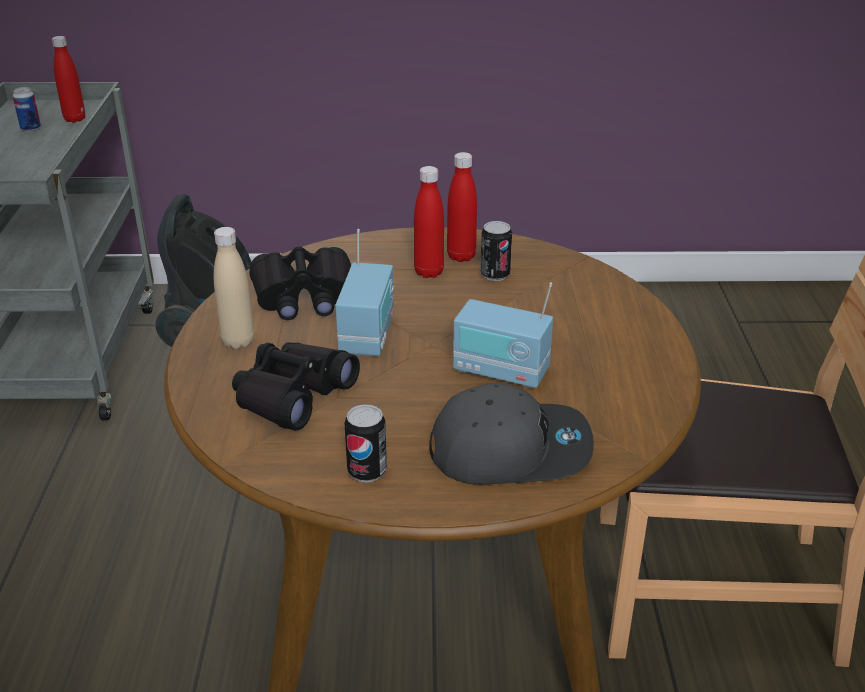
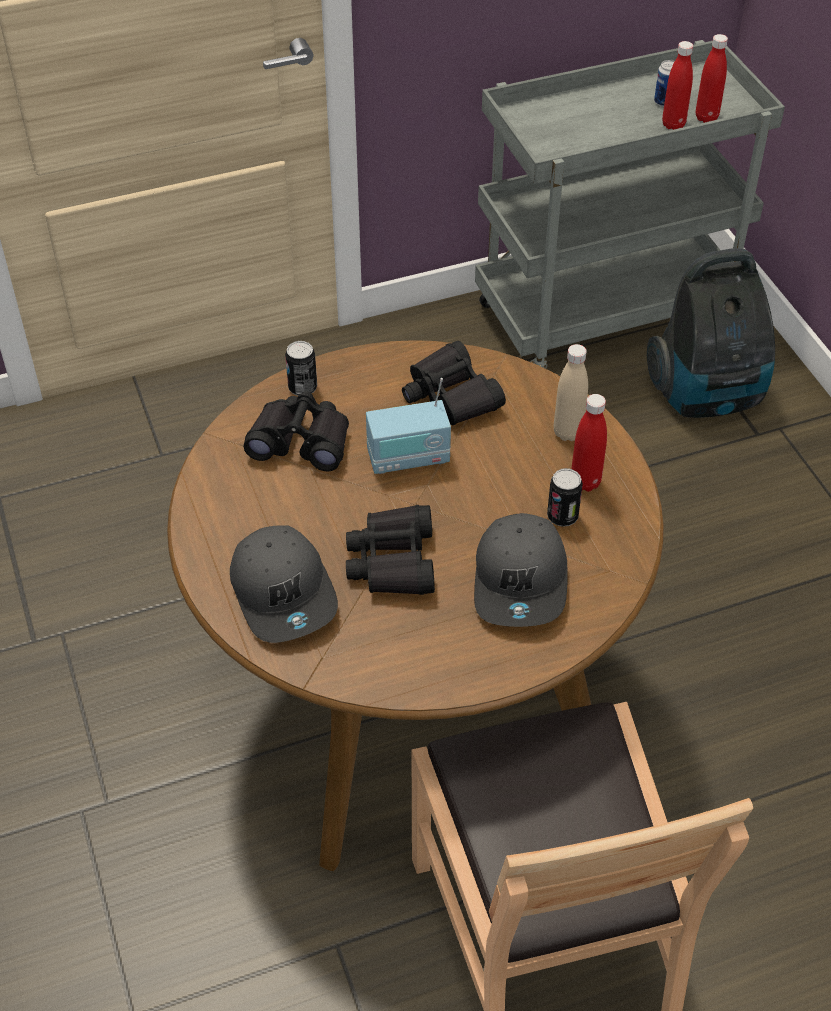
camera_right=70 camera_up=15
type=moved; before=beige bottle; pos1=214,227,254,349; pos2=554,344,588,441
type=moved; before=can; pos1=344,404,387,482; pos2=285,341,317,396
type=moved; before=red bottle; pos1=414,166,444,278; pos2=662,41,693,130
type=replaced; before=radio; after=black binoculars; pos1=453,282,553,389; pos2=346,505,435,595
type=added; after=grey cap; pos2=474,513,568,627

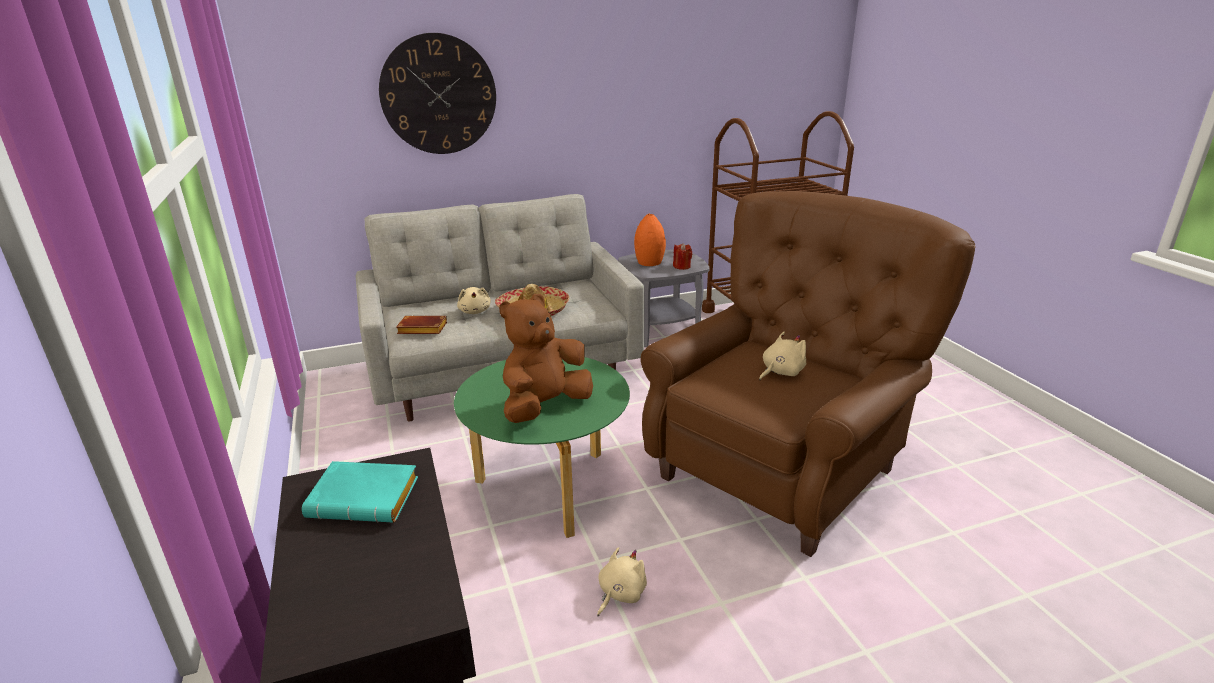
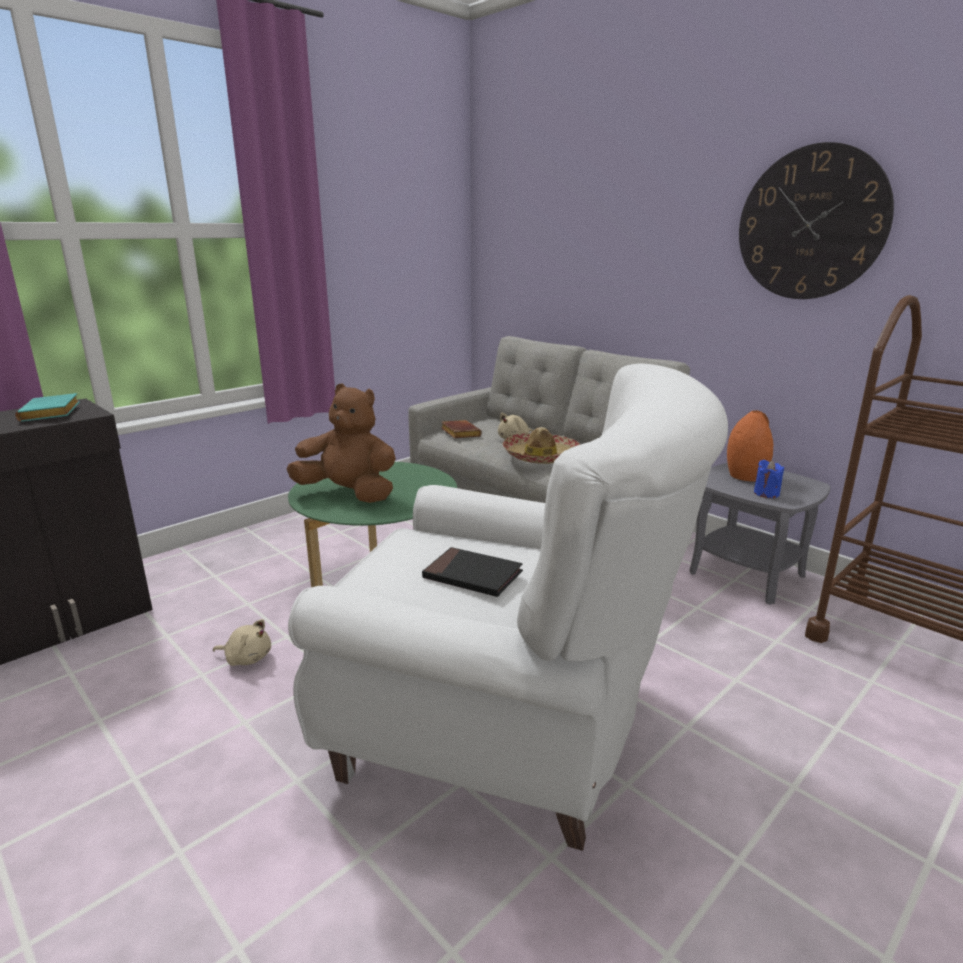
camera_right=65 camera_up=-5
type=moved; before=wall clock; pos1=379,33,496,154; pos2=739,142,894,299
type=recoloured; before=brown armchair; after=white armchair; pos1=641,191,976,557; pos2=288,364,728,851
type=recoloured; before=red candle; after=blue candle; pos1=673,243,692,270; pos2=754,460,784,498
type=replaced; before=beige plush toy; after=black book; pos1=759,332,806,380; pos2=422,547,523,597

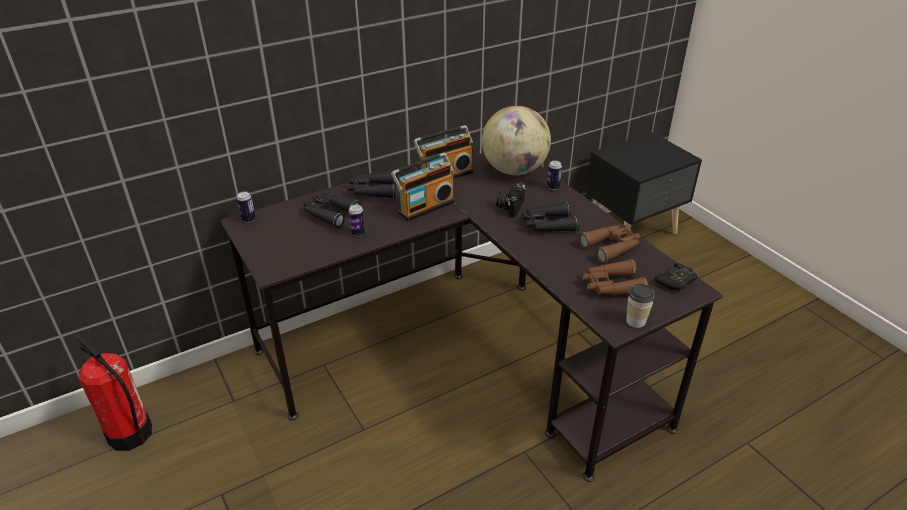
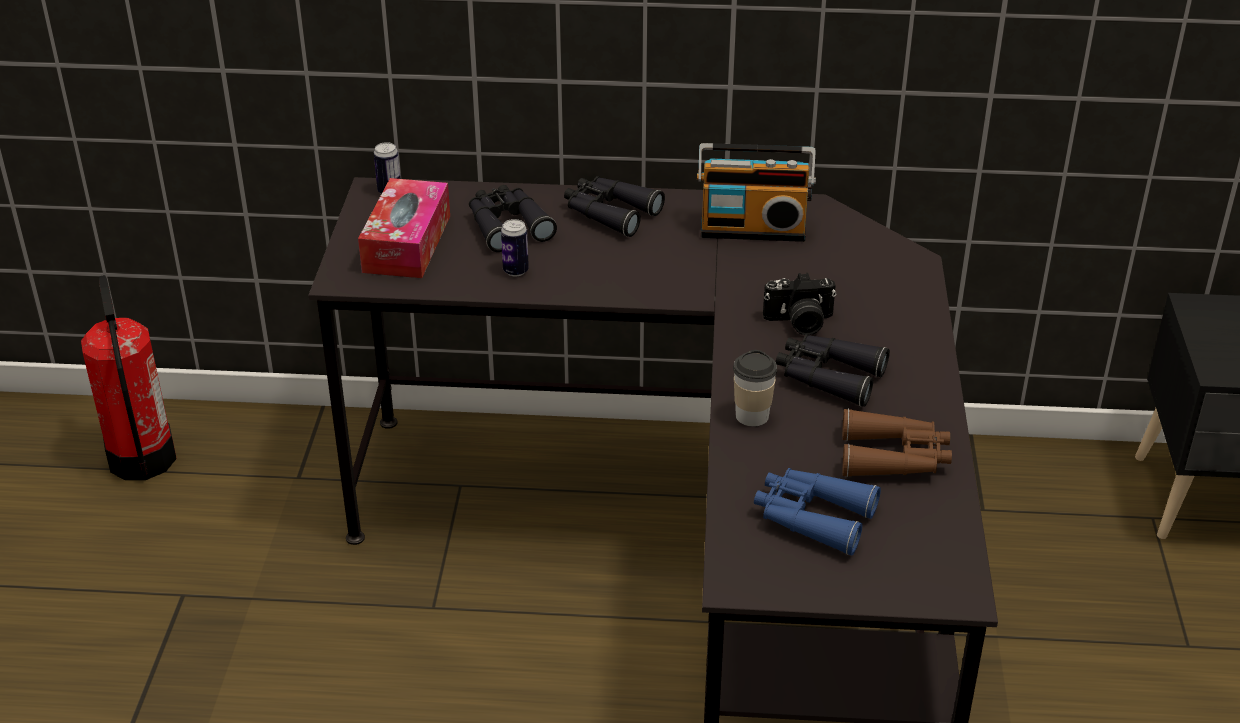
camera_right=35 camera_up=0
type=removed; before=radio; pos1=391,153,455,221
type=removed; before=globe; pos1=482,106,551,175
type=turned; before=photo camera; pos1=496,182,525,218; pos2=763,273,837,335; turn=-150
type=removed; before=can; pos1=547,161,562,190
type=recoloured; before=brown binoculars; after=blue binoculars; pos1=582,259,648,295; pos2=754,468,881,555
type=moved; before=cup; pos1=626,283,655,328; pos2=733,350,777,427
type=removed; before=black game controller; pos1=654,263,698,290
type=added; after=tissue box; pos2=358,178,450,278

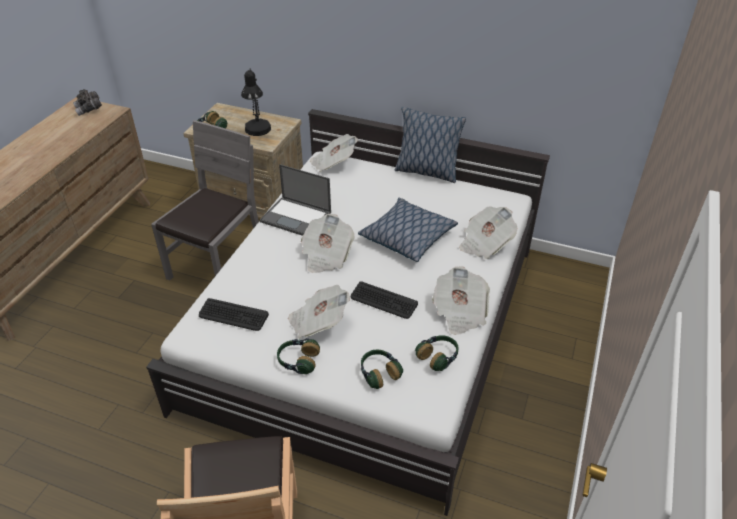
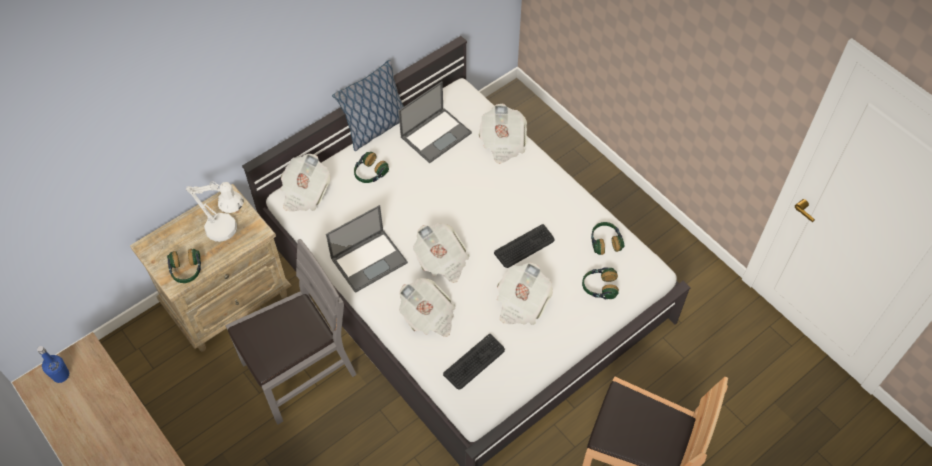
camera_right=-60 camera_up=15
type=replaced; before=grey binoculars; after=blue bottle; pos1=73,89,102,116; pos2=37,346,69,383
type=turned; before=grey chair; pos1=151,120,259,280; pos2=225,239,357,425; turn=90
type=recoloured; before=black table lamp; after=white table lamp; pos1=241,68,271,136; pos2=186,181,244,242
type=moved; before=headphones; pos1=277,338,320,374; pos2=354,152,389,183
type=removed; before=pillow; pos1=358,198,458,262
type=moved; before=newspaper; pos1=432,266,490,335; pos2=399,278,455,337
type=added; after=laptop; pos2=398,81,472,163

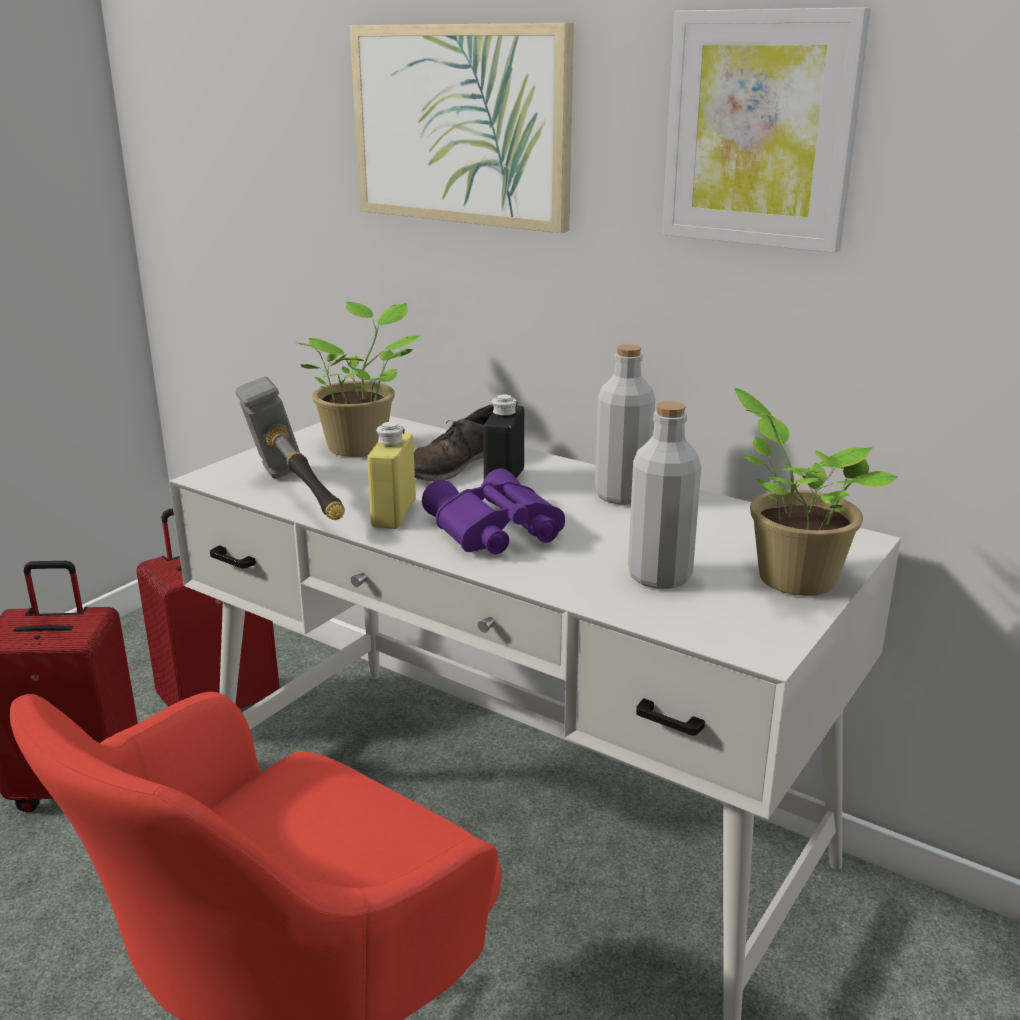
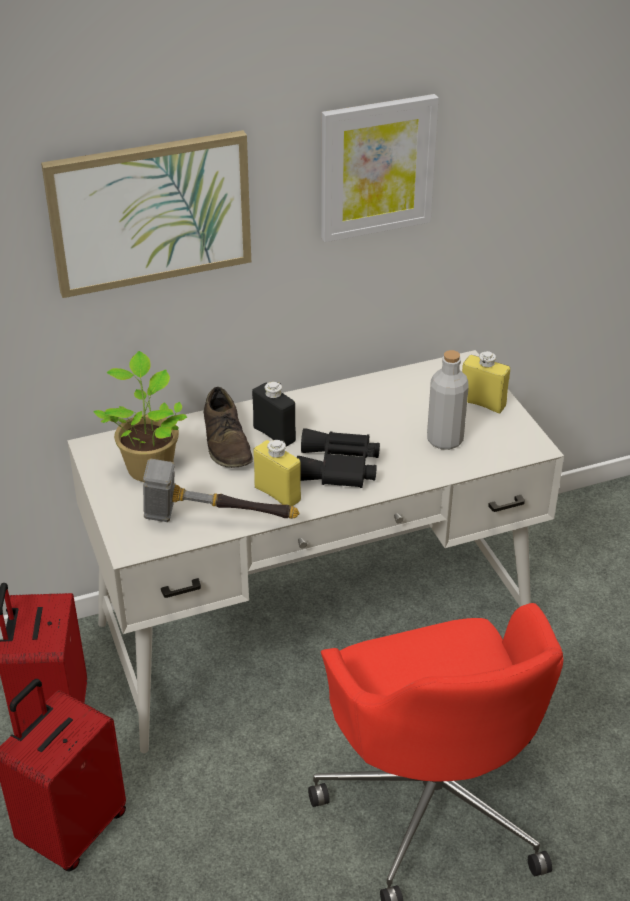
camera_right=-55 camera_up=15
type=recoloured; before=purple binoculars; after=black binoculars; pos1=422,469,565,554; pos2=297,428,380,488
type=removed; before=grey bottle; pos1=595,344,655,505
type=replaced; before=potted plant; after=yellow bottle; pos1=734,388,898,596; pos2=462,351,510,413

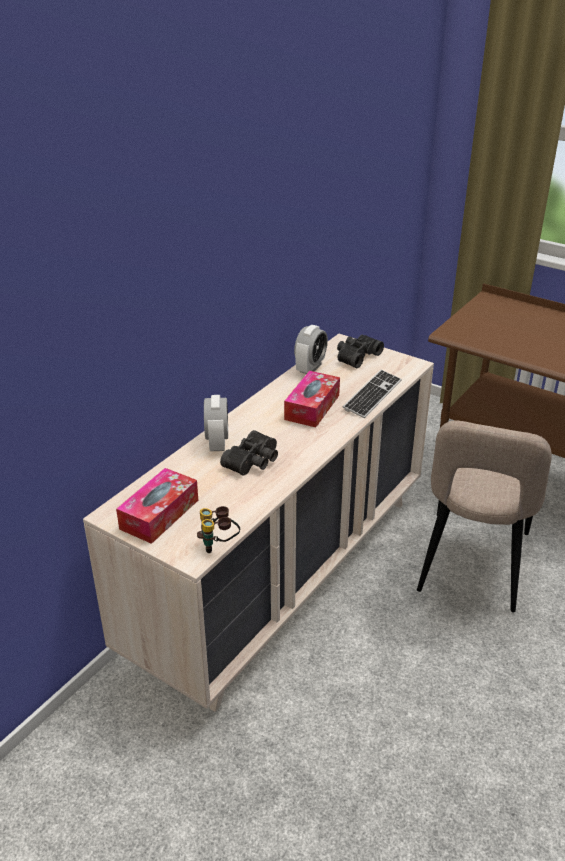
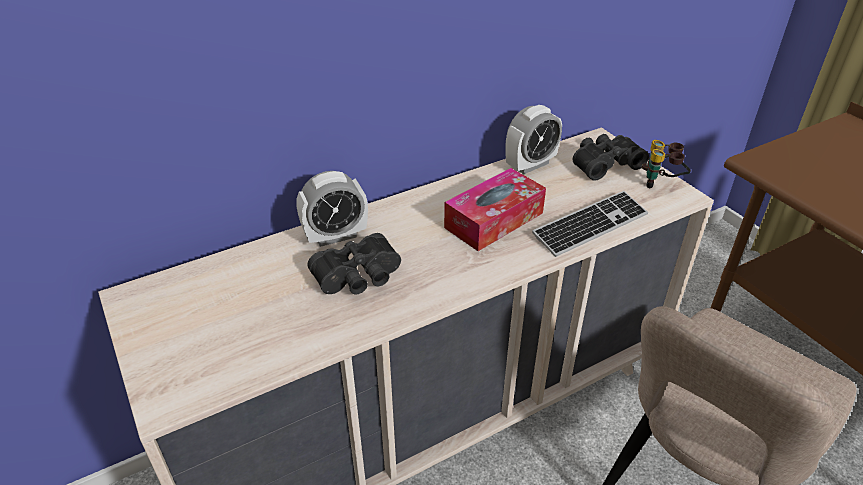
camera_right=25 camera_up=5
type=removed; before=tissue box; pos1=116,468,198,544
type=moved; before=binoculars; pos1=197,506,240,553; pos2=642,140,691,188
type=turned; before=alarm clock; pos1=204,395,228,451; pos2=296,171,368,247; turn=45

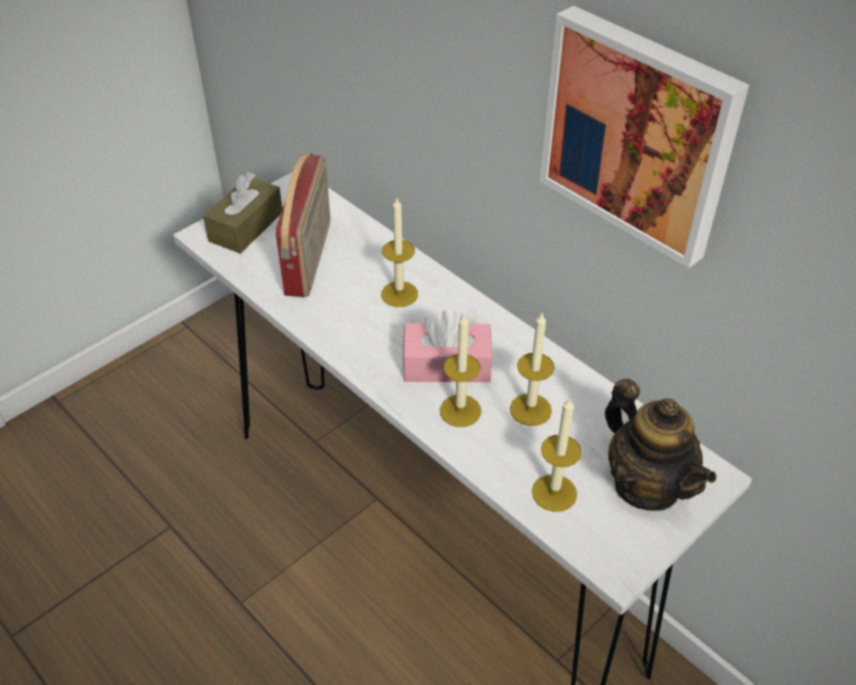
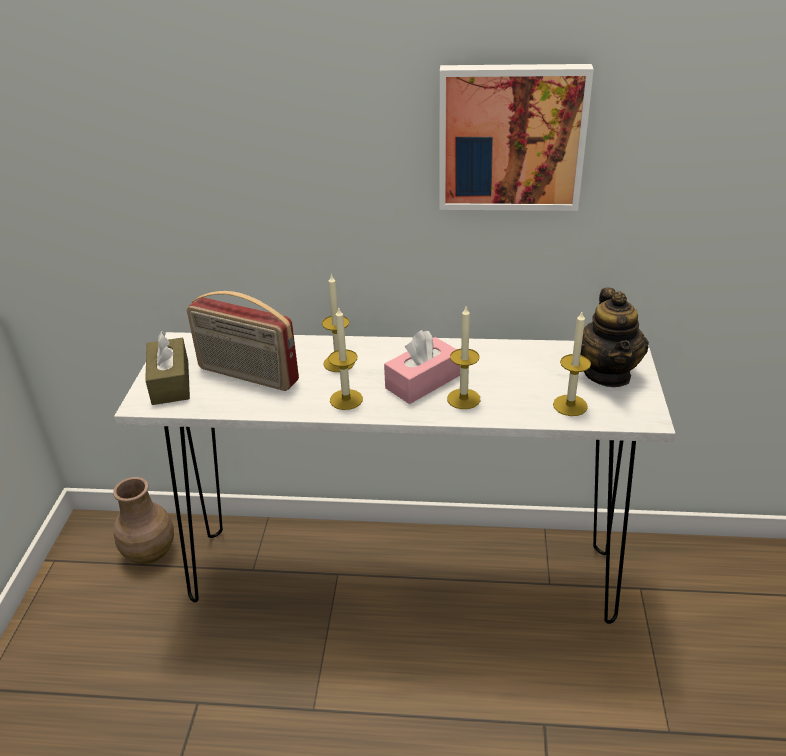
camera_right=-40 camera_up=-10
type=turned; before=radio; pos1=276,153,330,297; pos2=187,291,299,391; turn=150
type=moved; before=candle; pos1=510,313,555,426; pos2=328,306,363,410
type=turned; before=teapot; pos1=605,379,716,511; pos2=581,288,649,387; turn=75
type=added; after=brown vase; pos2=113,477,174,564

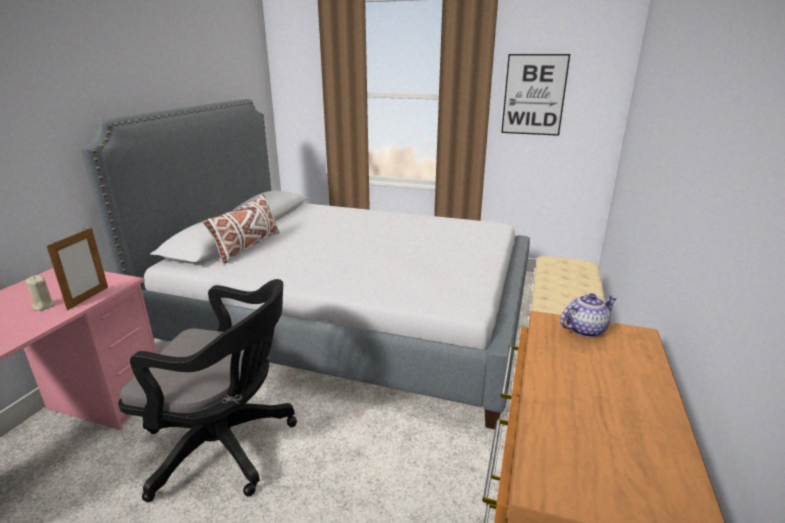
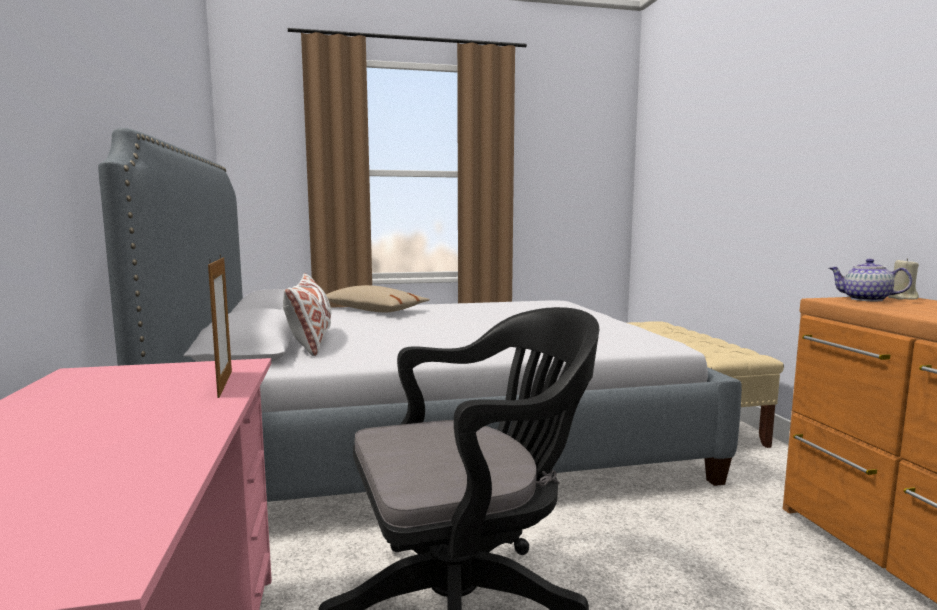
camera_right=-30 camera_up=-15
type=moved; before=beige candle; pos1=26,275,55,311; pos2=888,258,919,300
type=removed; before=picture; pos1=501,54,570,136
type=turned; before=teapot; pos1=560,293,617,337; pos2=829,259,912,301; turn=-90
type=added; after=beige pillow; pos2=326,285,430,312

